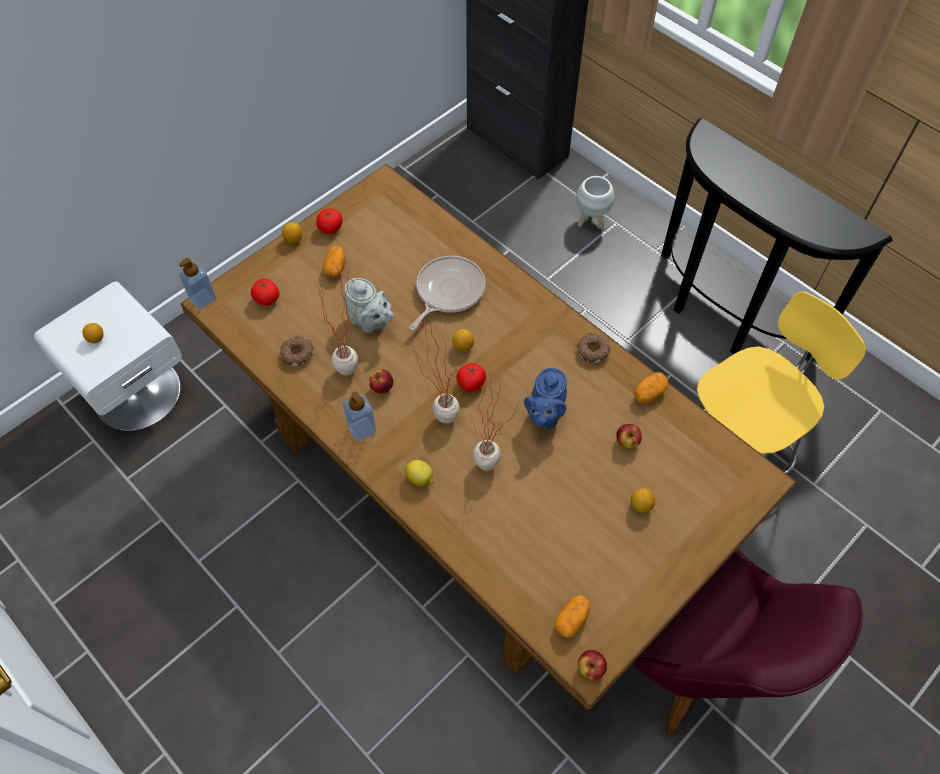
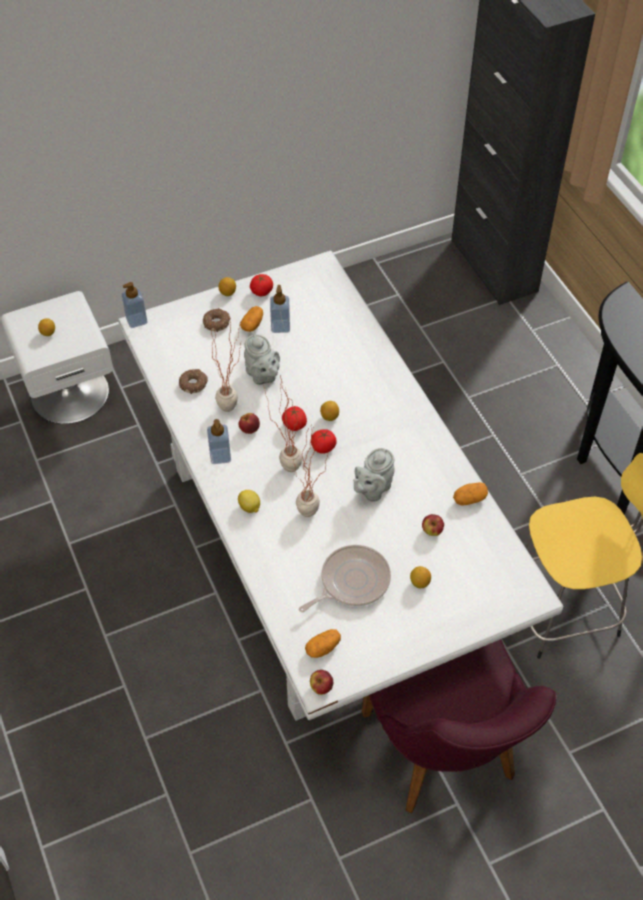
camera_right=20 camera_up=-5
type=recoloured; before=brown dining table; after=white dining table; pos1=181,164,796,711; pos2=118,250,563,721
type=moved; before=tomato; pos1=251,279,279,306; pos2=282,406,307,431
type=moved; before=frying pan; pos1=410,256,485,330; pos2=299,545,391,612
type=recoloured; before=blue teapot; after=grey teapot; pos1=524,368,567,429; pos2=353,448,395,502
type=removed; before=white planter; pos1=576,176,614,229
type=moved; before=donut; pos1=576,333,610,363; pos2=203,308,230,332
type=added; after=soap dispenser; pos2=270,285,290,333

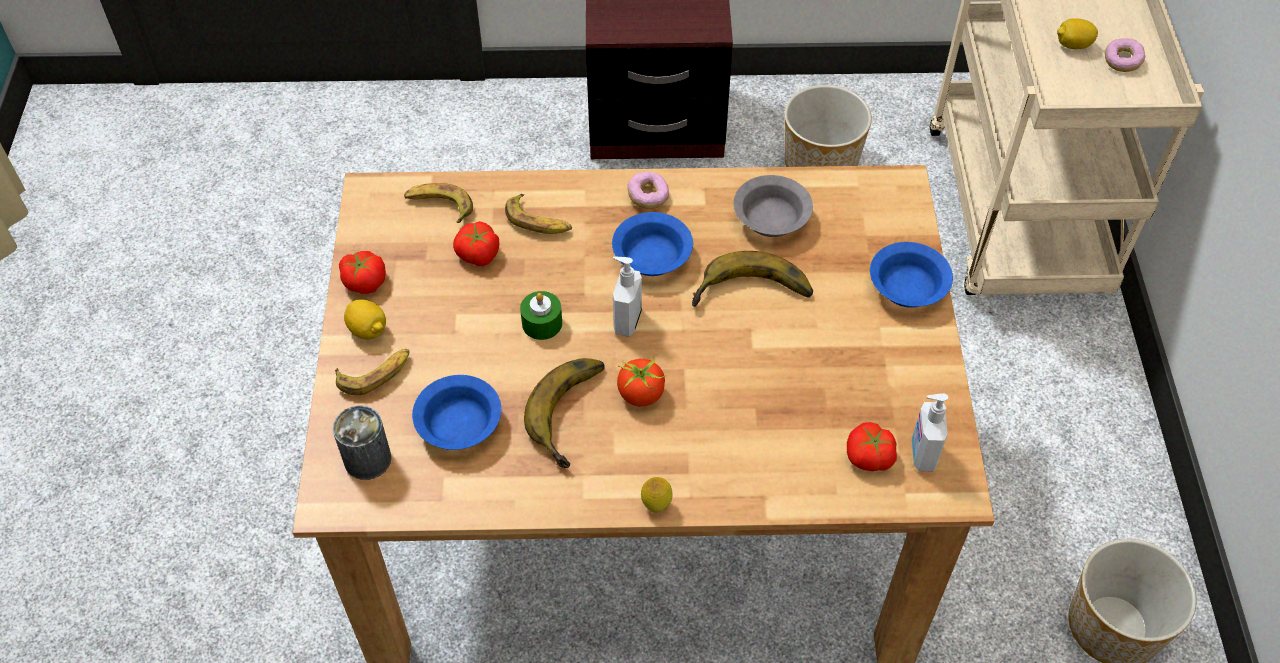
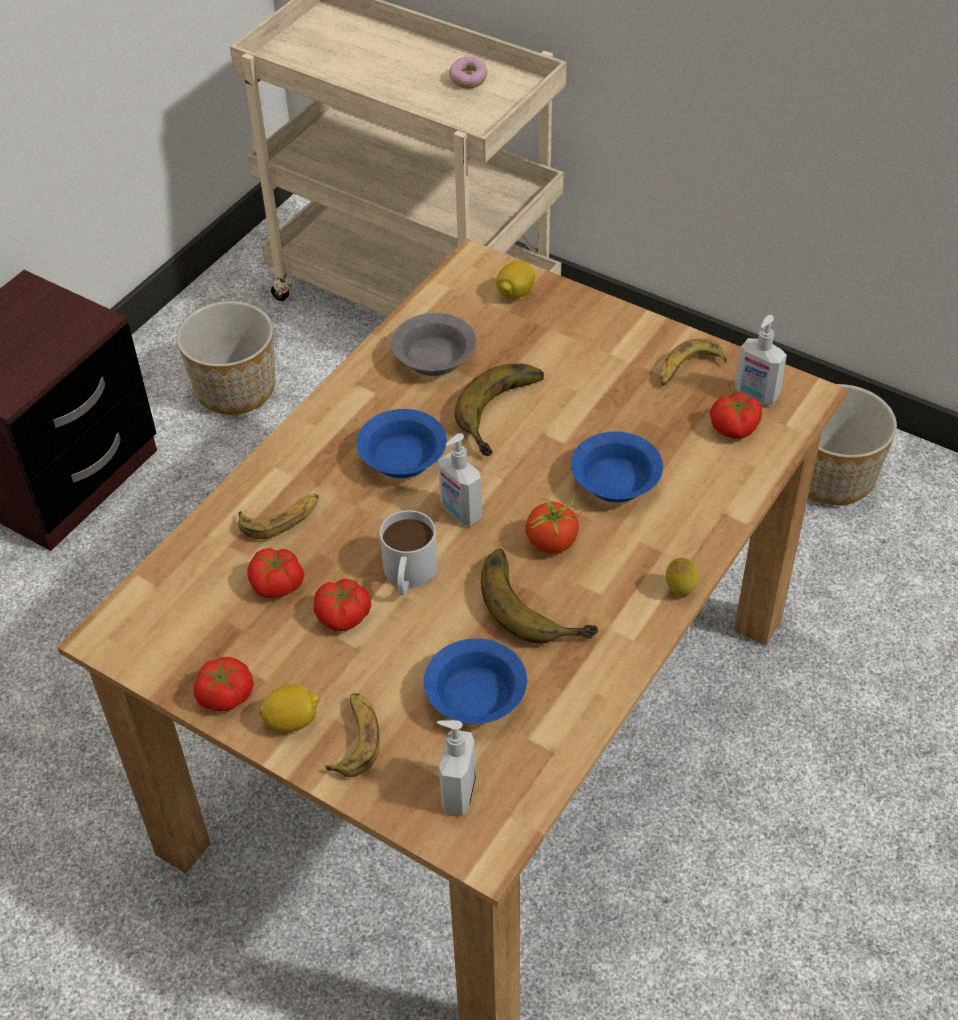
camera_right=-55 camera_up=-5
type=replaced; before=can; after=soap dispenser; pos1=333,406,391,480; pos2=437,720,476,816
type=moved; before=banana; pos1=404,183,473,223; pos2=660,339,727,386
type=replaced; before=green candle; after=white mug; pos1=520,291,562,340; pos2=380,510,438,595
type=removed; before=donut; pos1=627,171,669,209
type=moved; before=blue bowl; pos1=870,242,953,308; pos2=571,432,663,502
type=moved; before=lemon; pos1=1057,18,1098,49; pos2=496,261,535,299
type=added; after=tomato; pos2=314,579,371,631

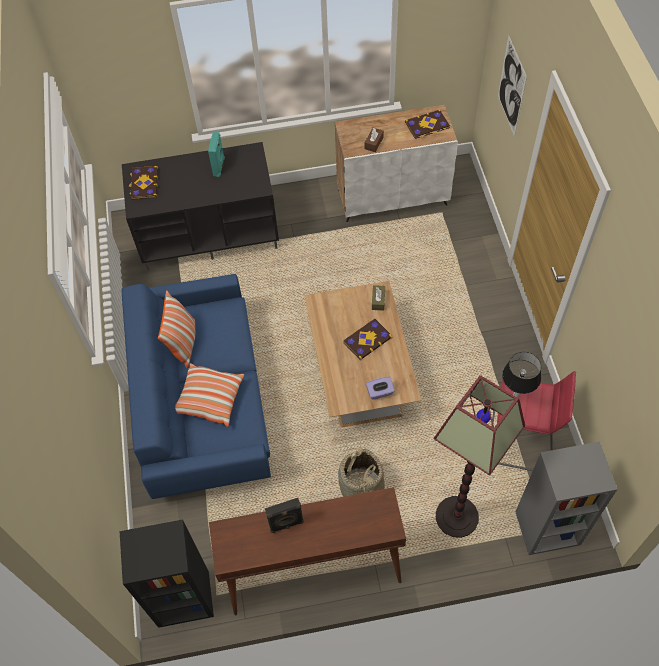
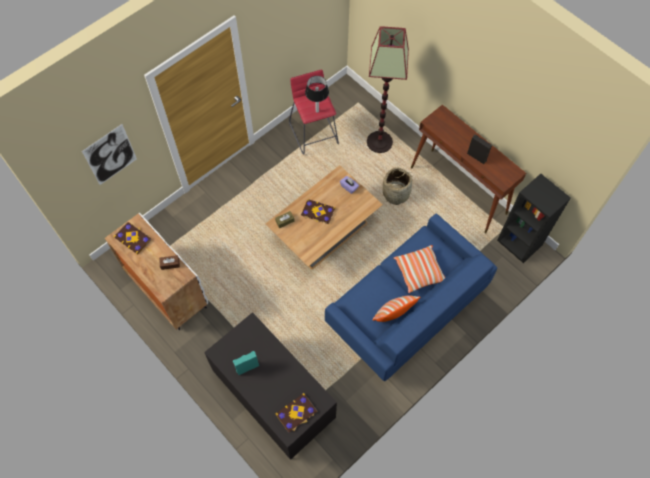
camera_right=-125 camera_up=5
type=removed; before=grey bookcase; pos1=516,441,618,555

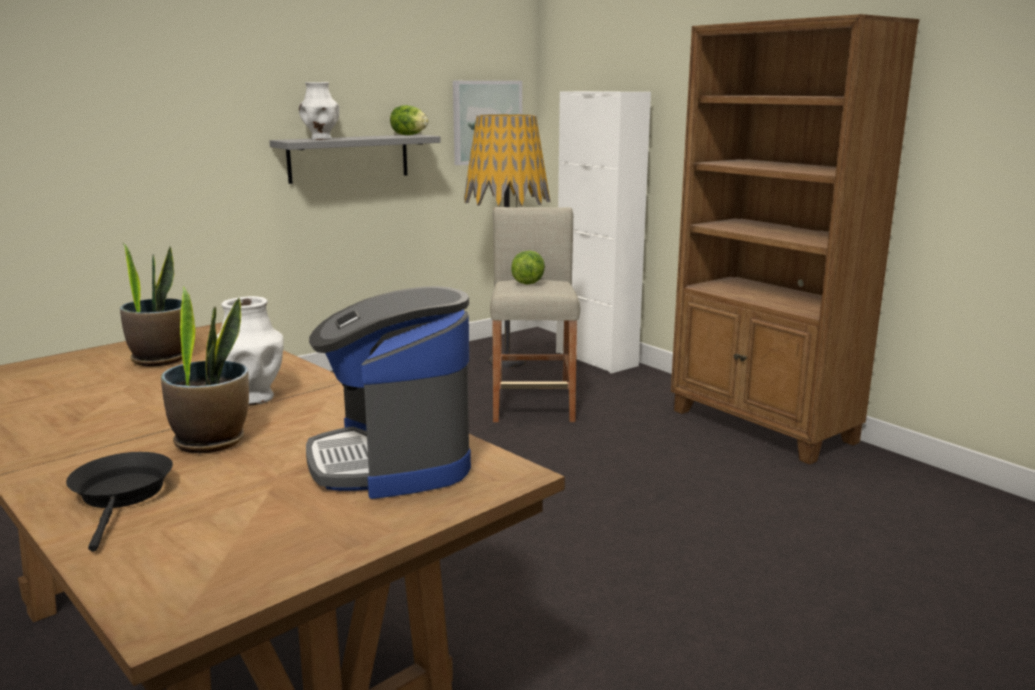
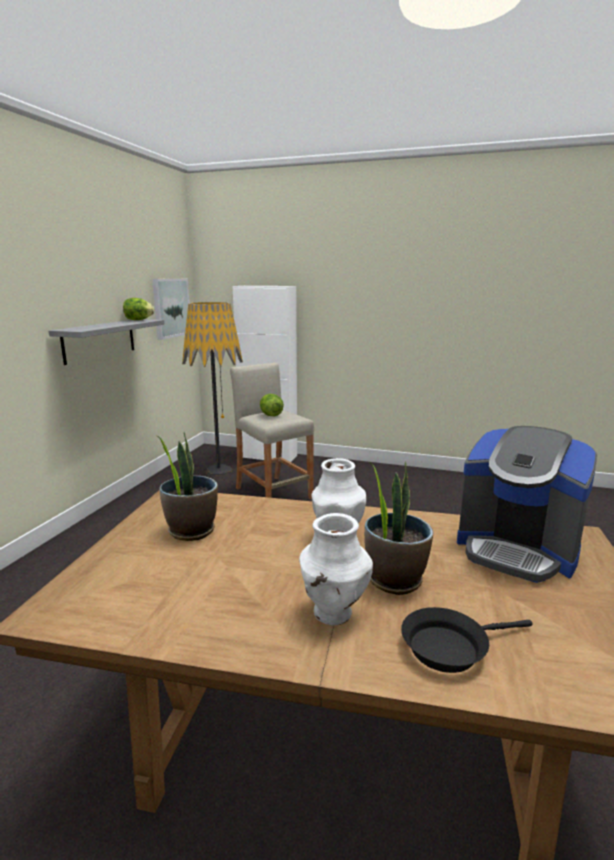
camera_right=-35 camera_up=0
type=turned; before=black frying pan; pos1=66,452,173,552; pos2=401,607,533,673; turn=-60
type=moved; before=white vase; pos1=299,82,339,140; pos2=299,513,373,626
type=removed; before=brown bookcase; pos1=671,14,920,465

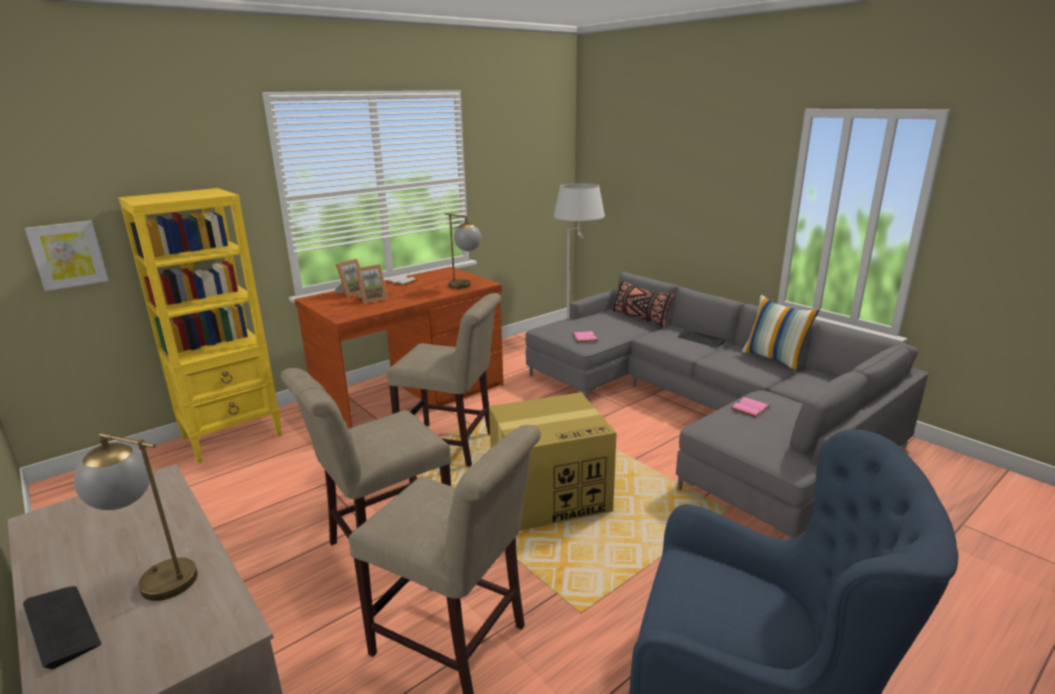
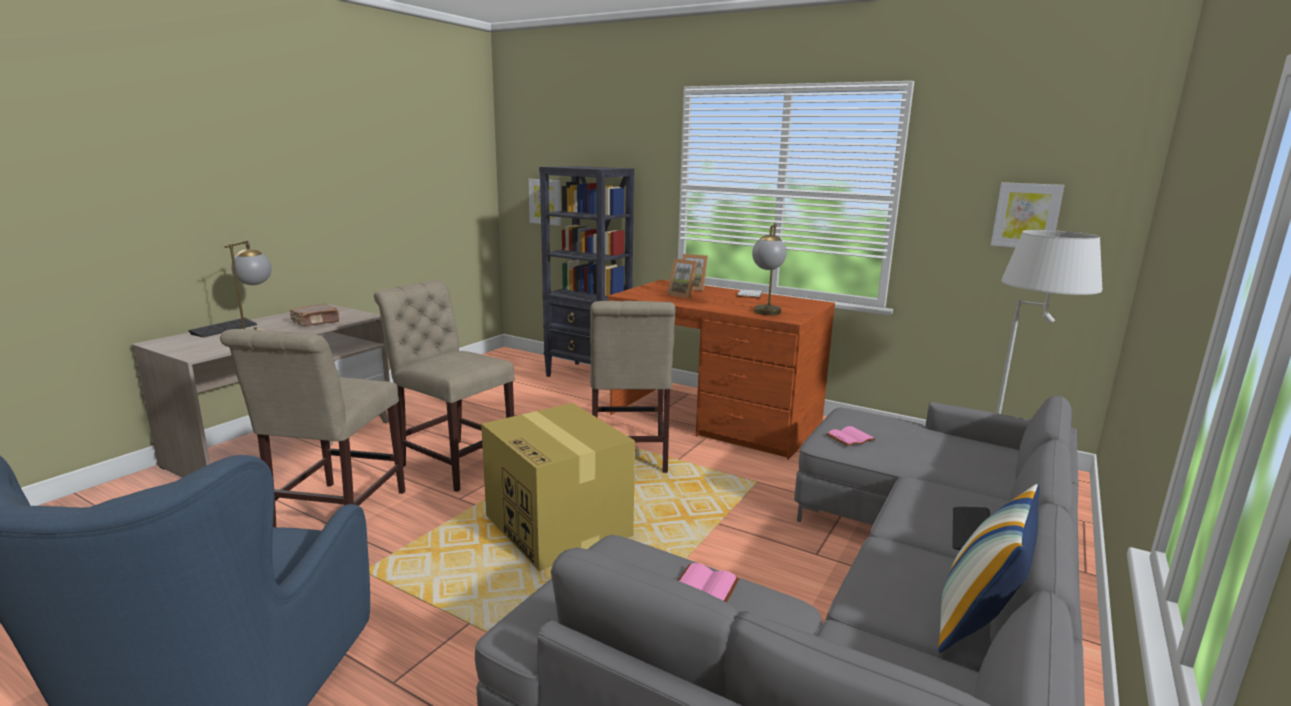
camera_right=70 camera_up=-5
type=recoloured; before=yellow bookcase; after=black bookcase; pos1=119,188,282,464; pos2=539,166,634,377
type=removed; before=black pillow; pos1=613,281,675,328
type=added; after=brown book; pos2=290,303,339,326
type=added; after=picture; pos2=991,182,1064,248

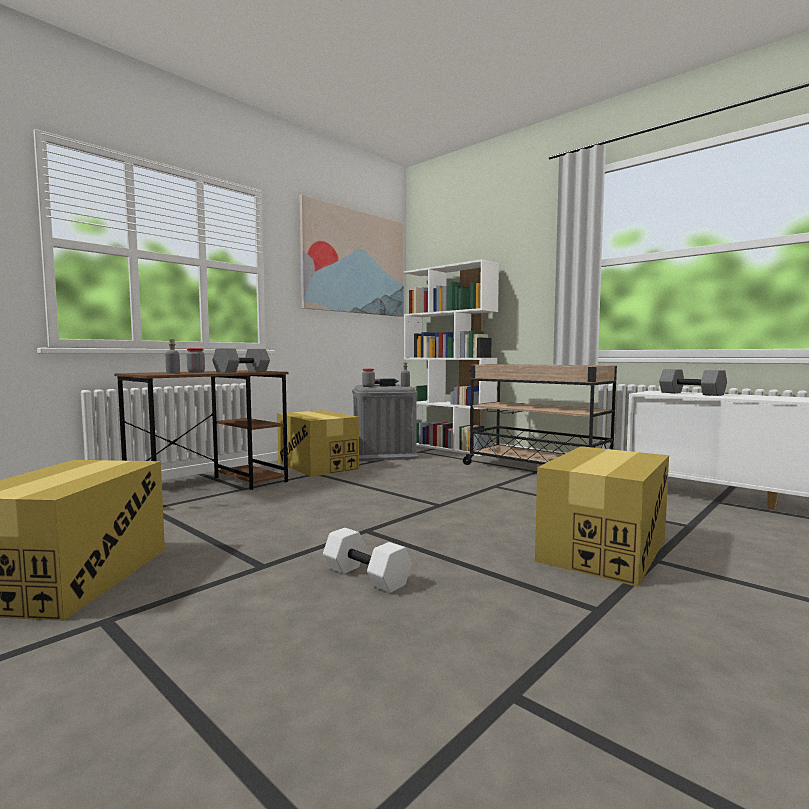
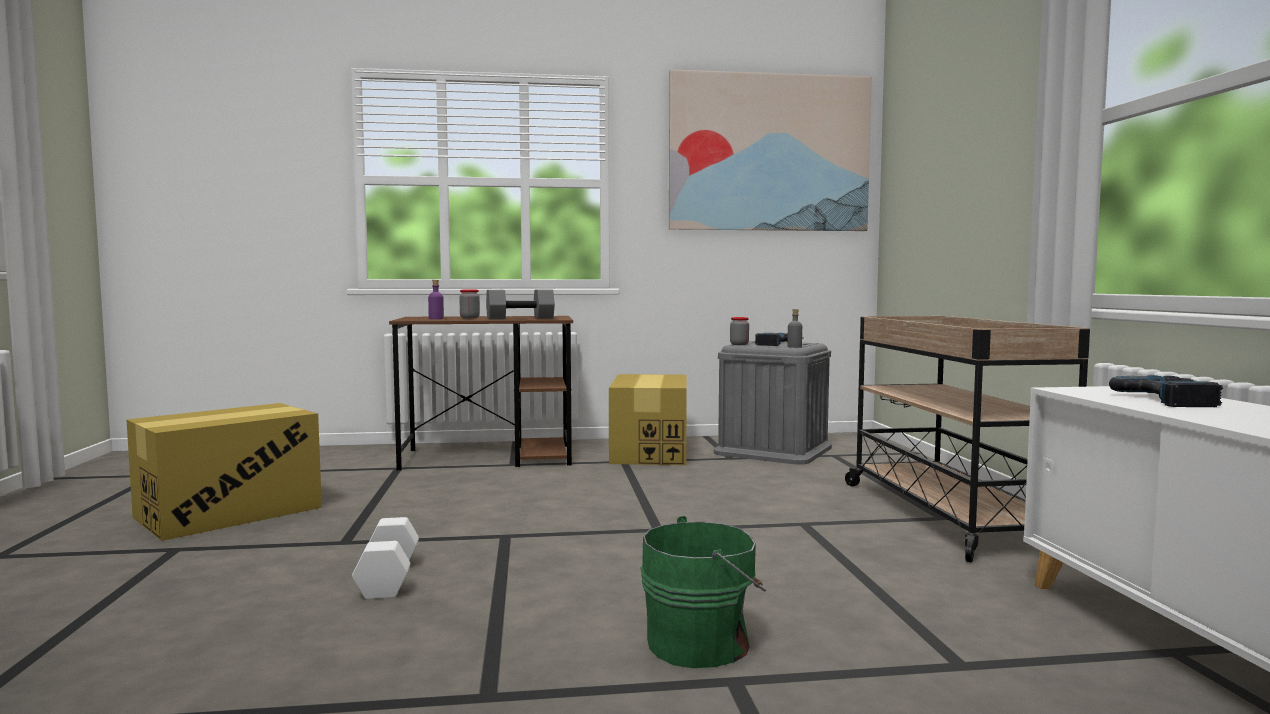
camera_right=40 camera_up=0
type=recoloured; before=grey bottle; after=purple bottle; pos1=165,339,180,374; pos2=428,280,444,319
type=removed; before=white bookcase; pos1=404,259,499,456
type=replaced; before=cardboard box; after=green bucket; pos1=535,446,669,587; pos2=641,516,766,668
type=replaced; before=grey dumbbell; after=power drill; pos1=659,369,727,396; pos2=1109,375,1223,407

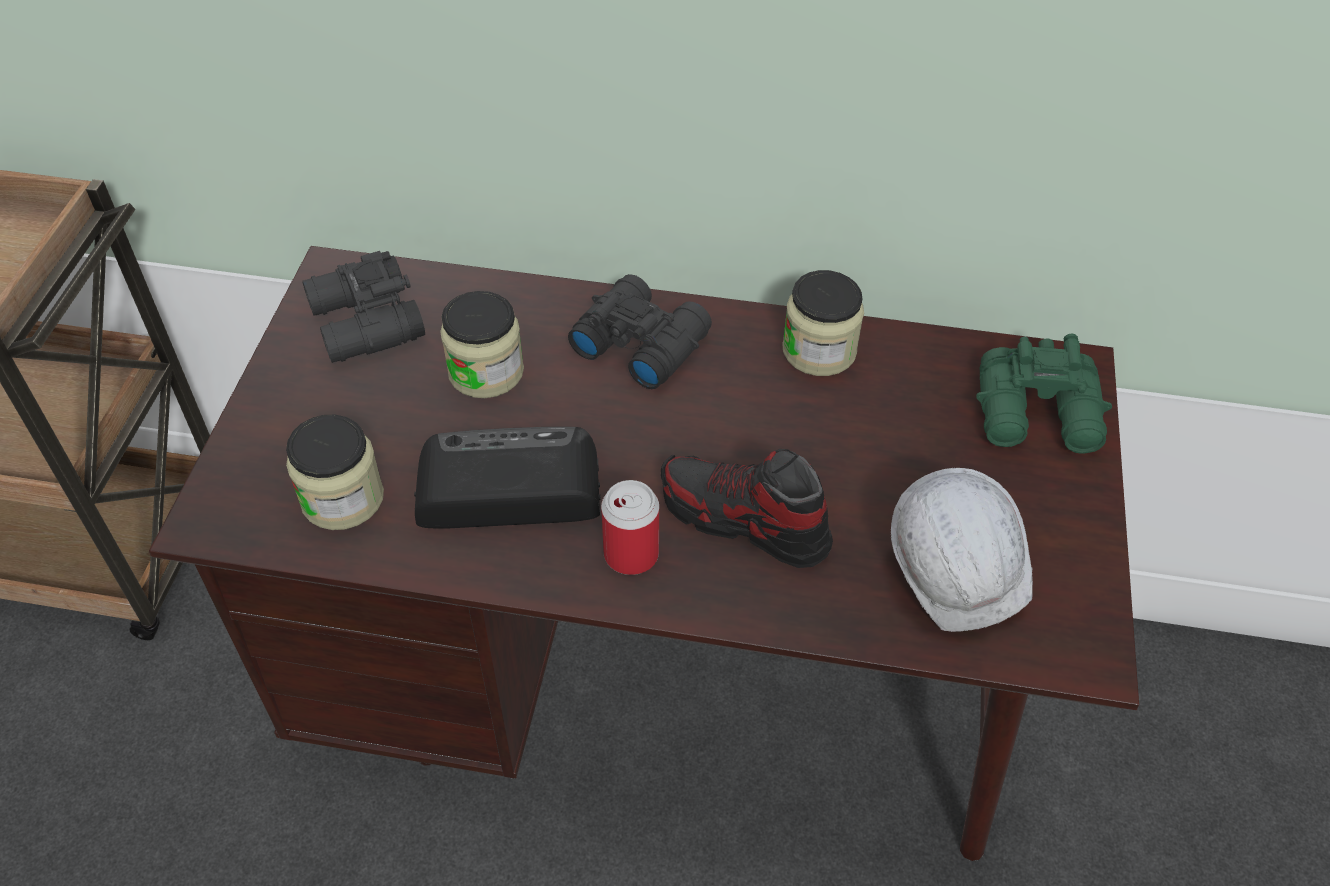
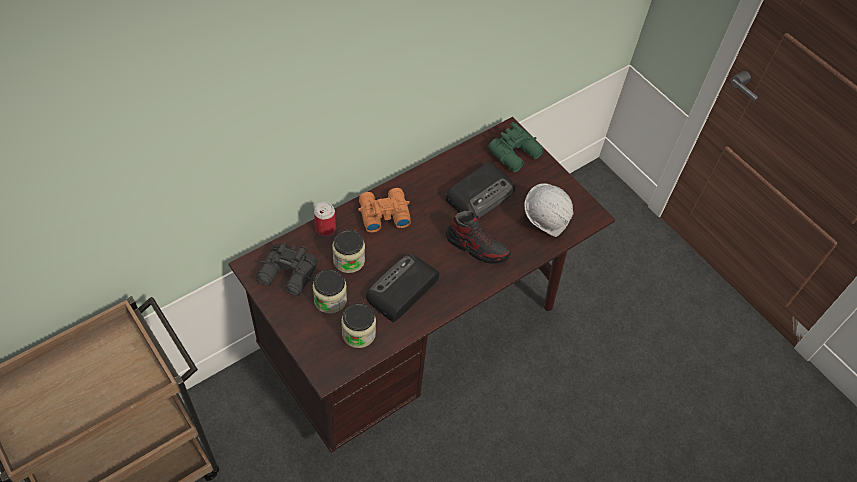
camera_right=-50 camera_up=5
type=recoloured; before=black binoculars; after=orange binoculars; pos1=568,274,712,389; pos2=358,188,411,233
type=moved; before=can; pos1=601,480,659,575; pos2=314,202,336,236
type=turned; before=shoe; pos1=661,448,833,568; pos2=446,211,511,264; turn=-135
type=moved; before=jar; pos1=782,270,864,376; pos2=313,269,347,314
type=added; after=radio; pos2=445,162,515,218

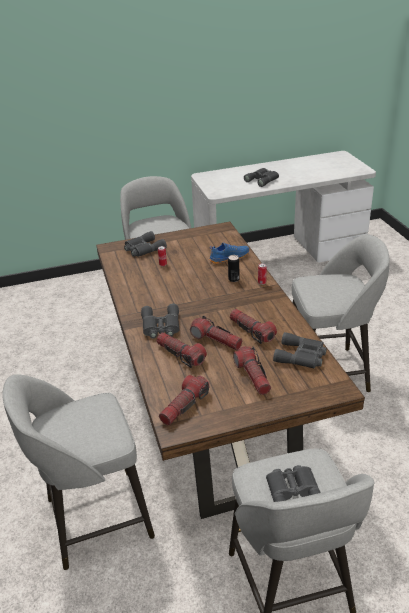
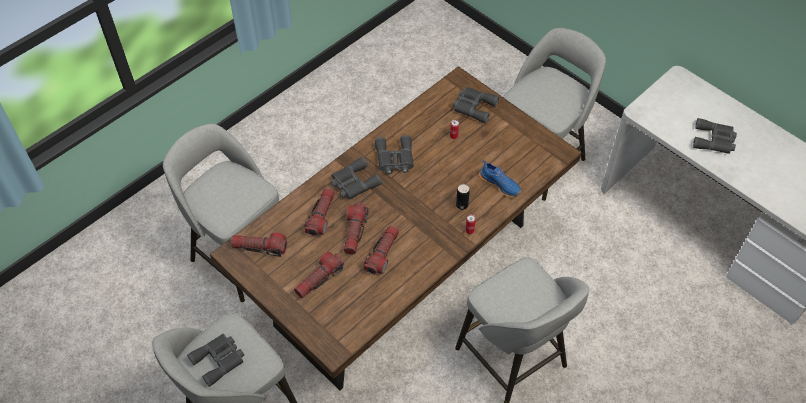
camera_right=60 camera_up=20
type=moved; before=grey binoculars; pos1=273,332,327,369; pos2=375,135,414,175

